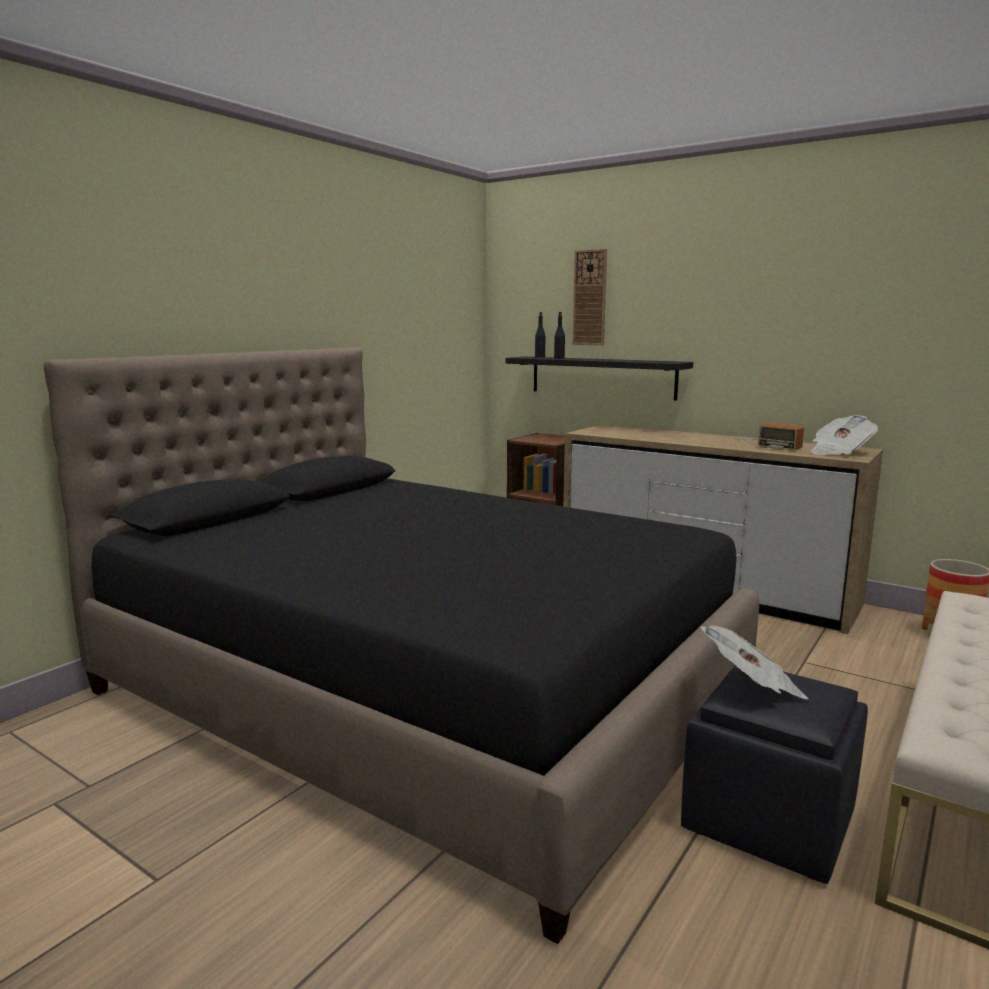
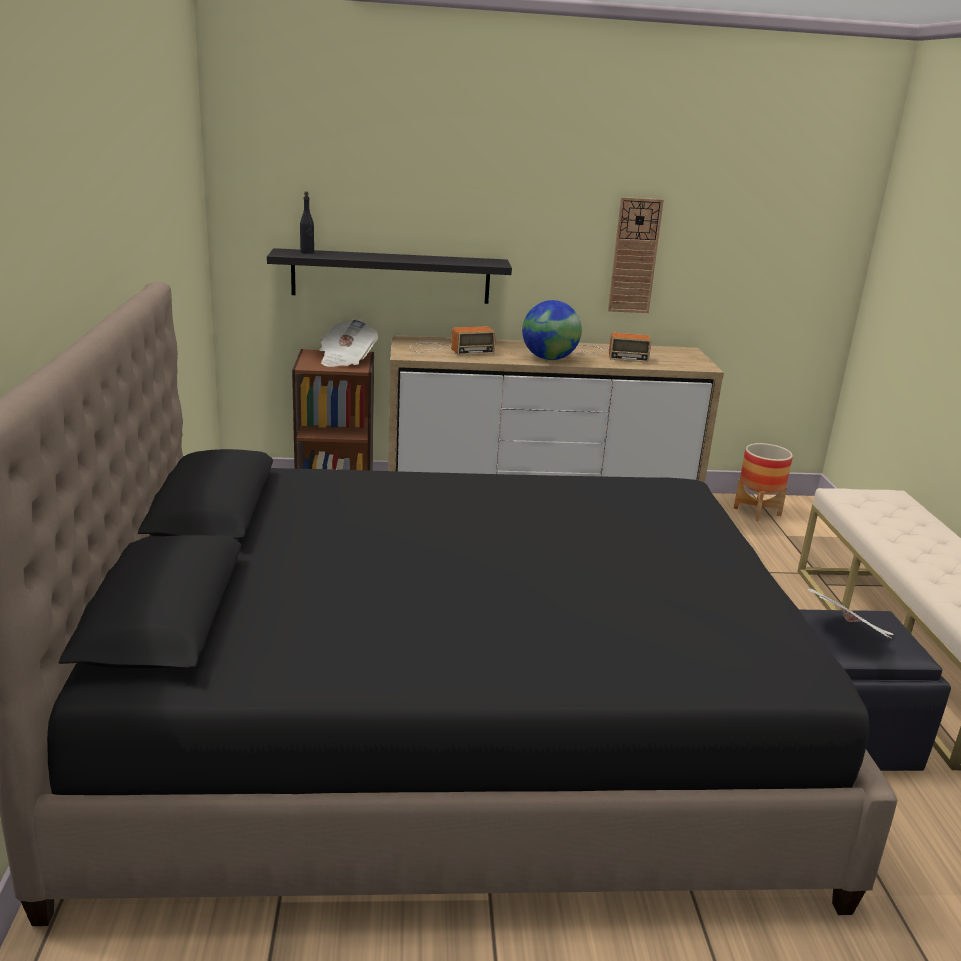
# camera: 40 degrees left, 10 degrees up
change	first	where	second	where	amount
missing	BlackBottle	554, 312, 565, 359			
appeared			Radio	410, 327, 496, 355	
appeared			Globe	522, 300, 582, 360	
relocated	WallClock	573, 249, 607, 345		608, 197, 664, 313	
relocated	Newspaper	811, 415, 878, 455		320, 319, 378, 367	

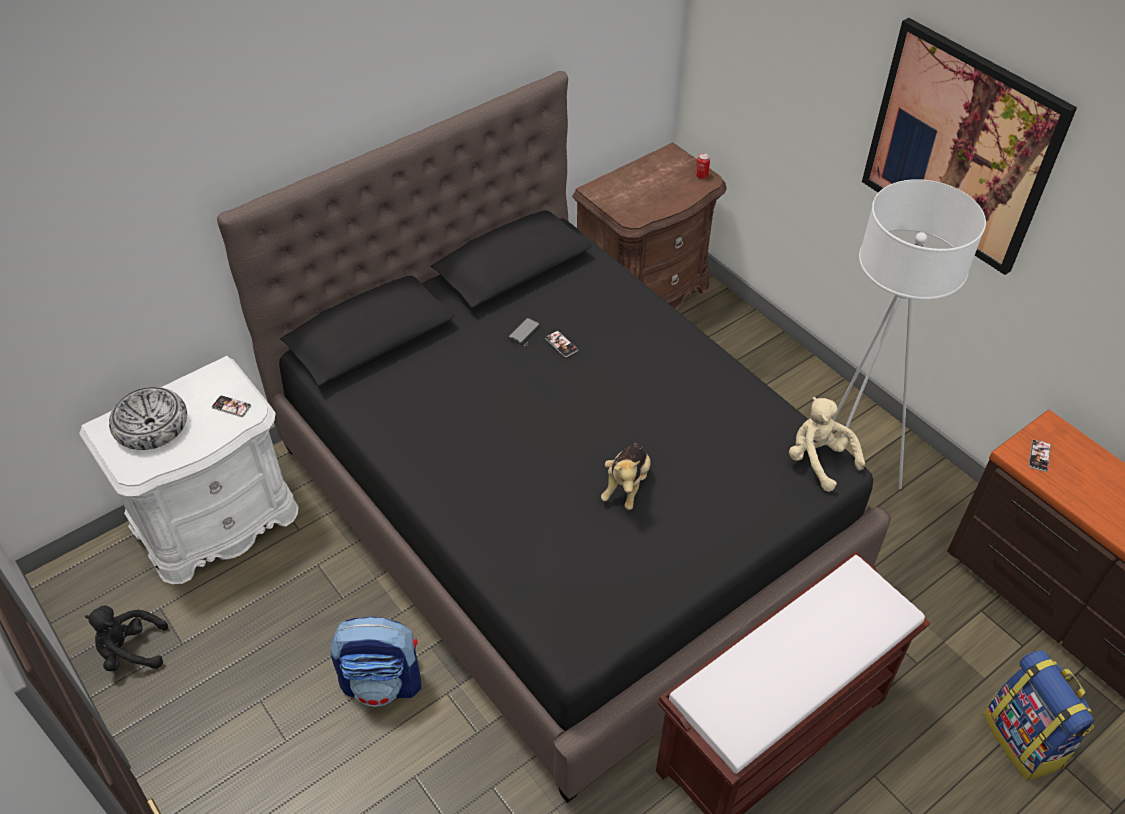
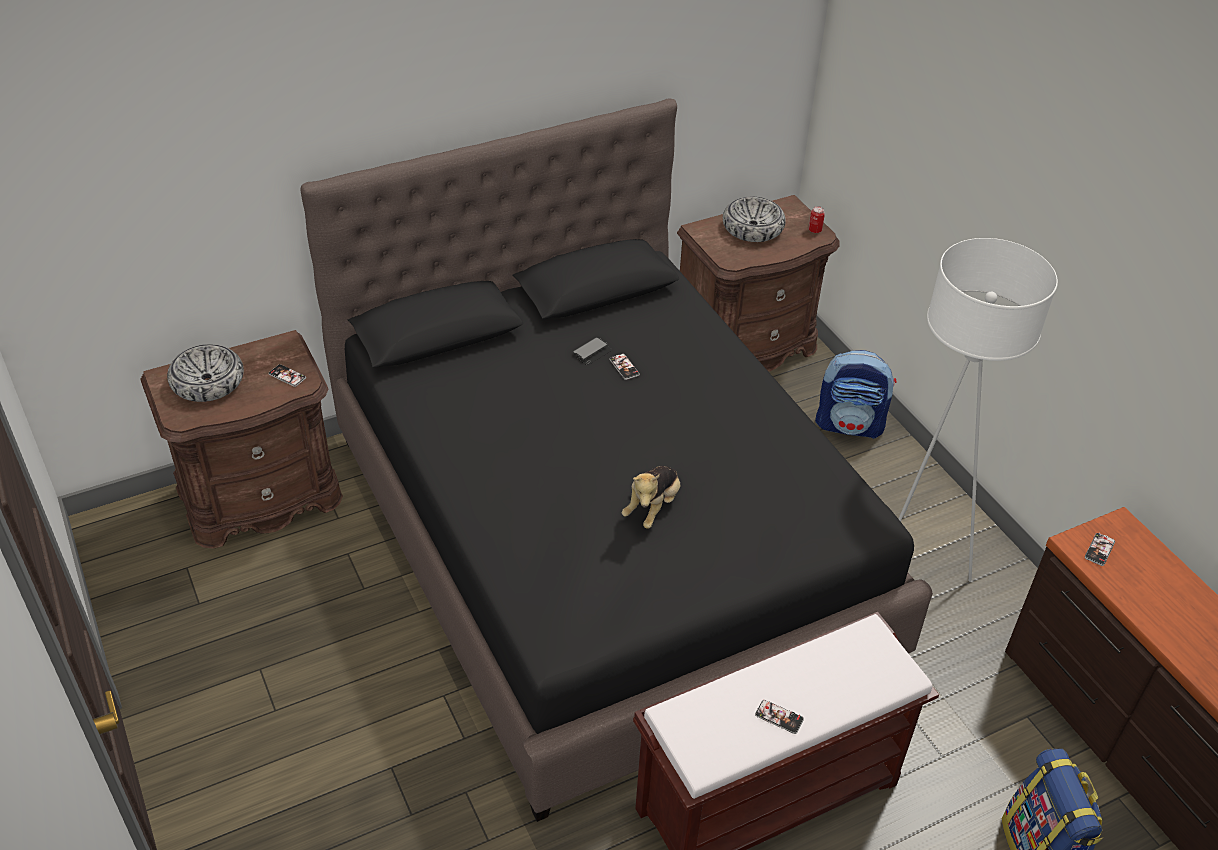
# camera: 10 degrees right, 5 degrees down
change	first	where	second	where	amount
missing	BlackPlushToy	85, 605, 168, 671			
missing	BeigePlushToy	789, 397, 865, 492			
missing	Picture	862, 18, 1077, 275			
appeared			Bowl	723, 197, 786, 242	
appeared			Phone	755, 700, 804, 734	
relocated	Backpack	330, 617, 421, 707		815, 350, 896, 439	
colour	WhiteNightstand	79, 356, 298, 584	BrownNightstand	140, 330, 343, 549	

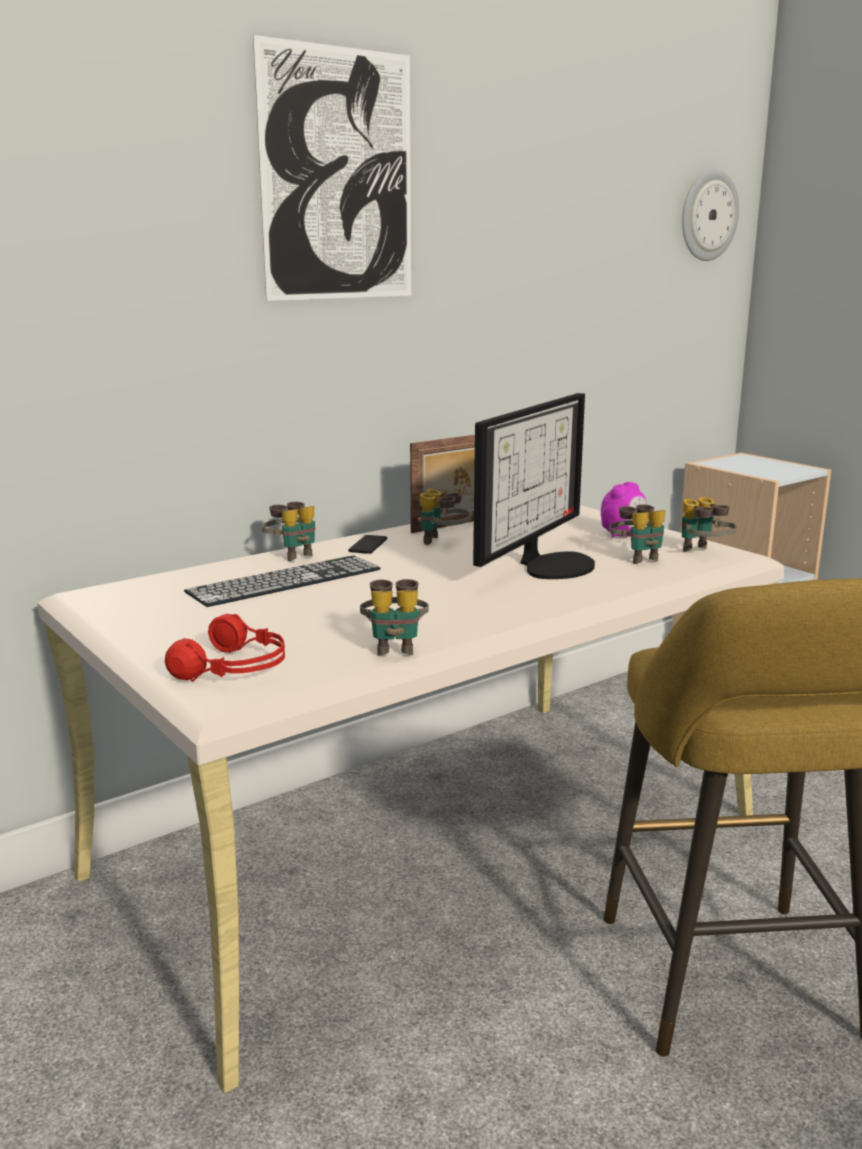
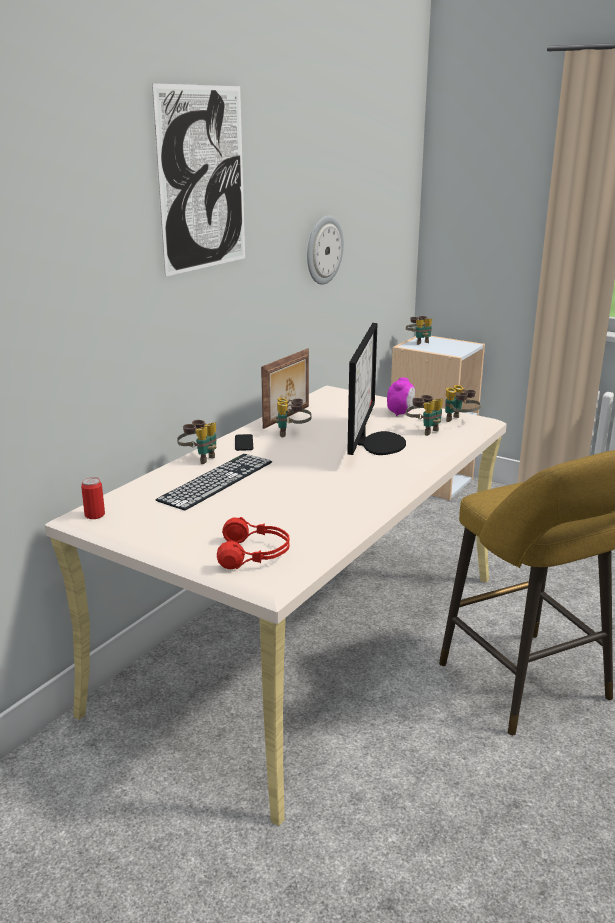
# camera: 20 degrees left, 5 degrees up
change	first	where	second	where	amount
appeared			Can	81, 477, 105, 519	
relocated	Binoculars	360, 579, 429, 656		406, 316, 432, 345	
relocated	WallClock	682, 169, 739, 261		307, 216, 344, 285	

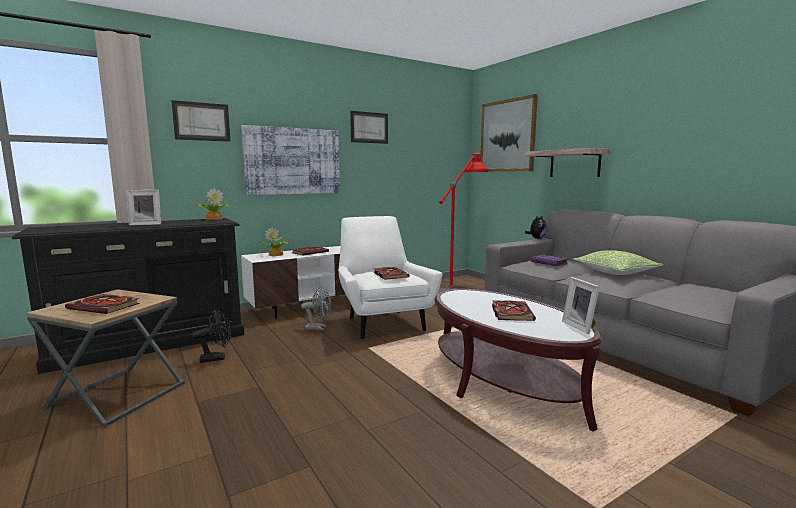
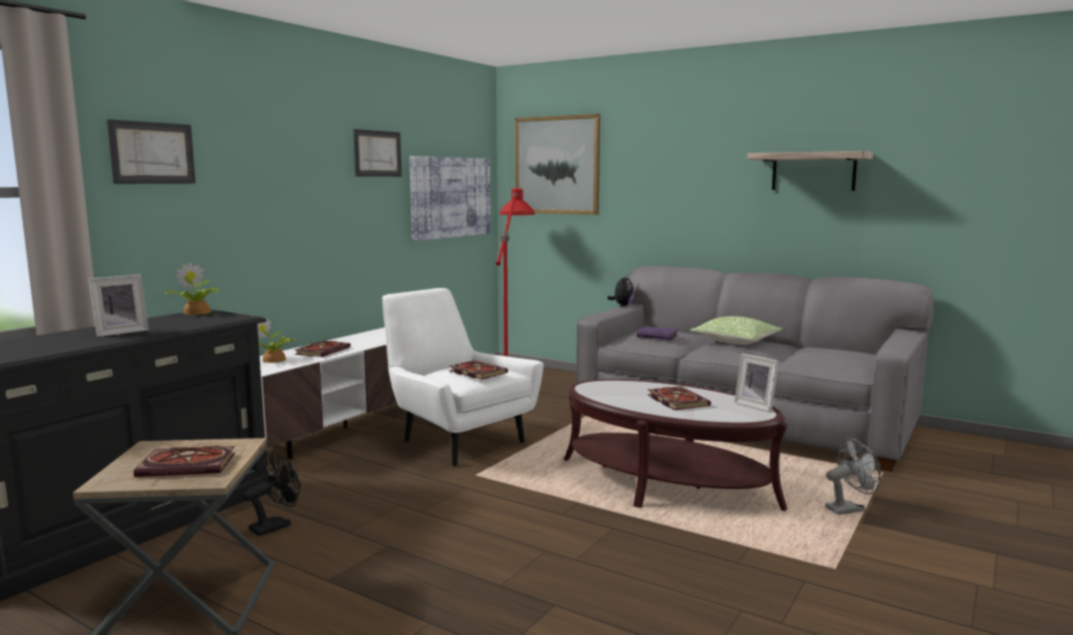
# camera: 25 degrees left, 0 degrees up
change	first	where	second	where	amount
relocated	Picture	241, 125, 340, 195		409, 156, 491, 241	
relocated	GreyFan	301, 287, 331, 330		825, 439, 881, 515	
relocated	Shelf	524, 148, 611, 177		747, 151, 873, 191	

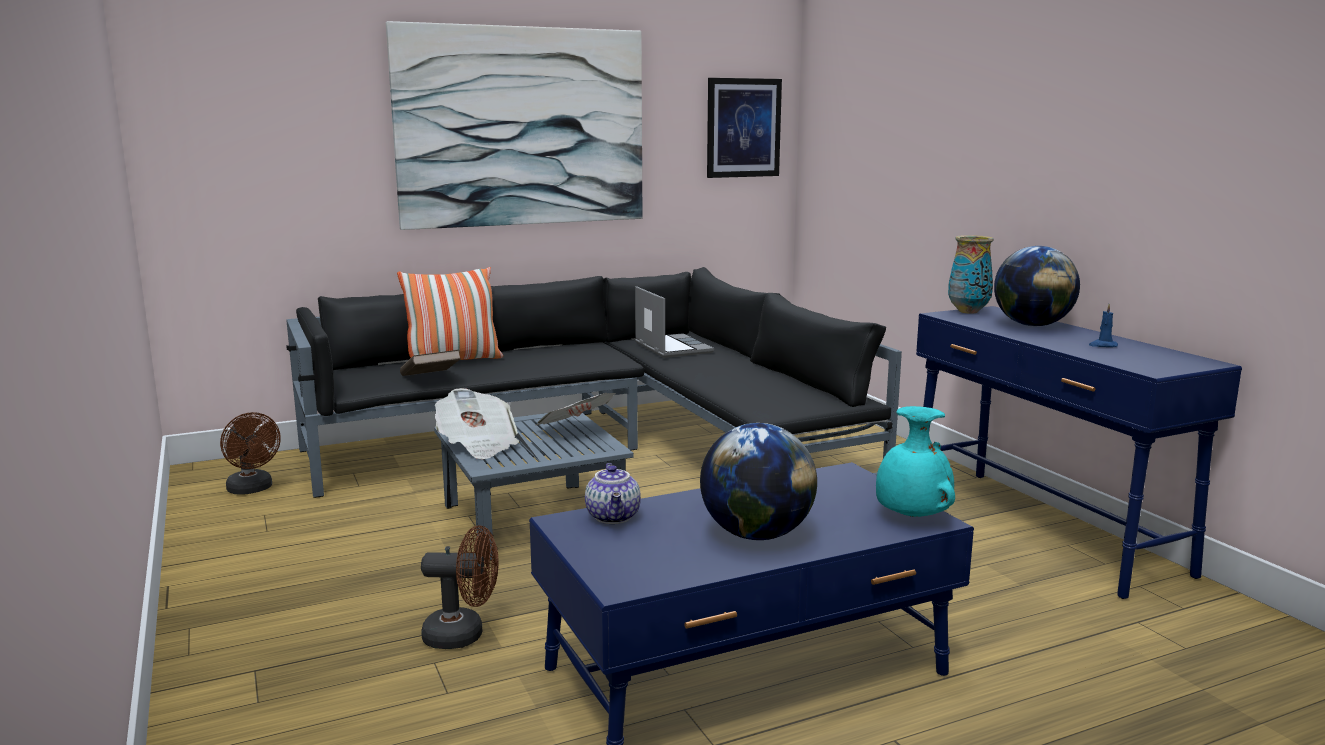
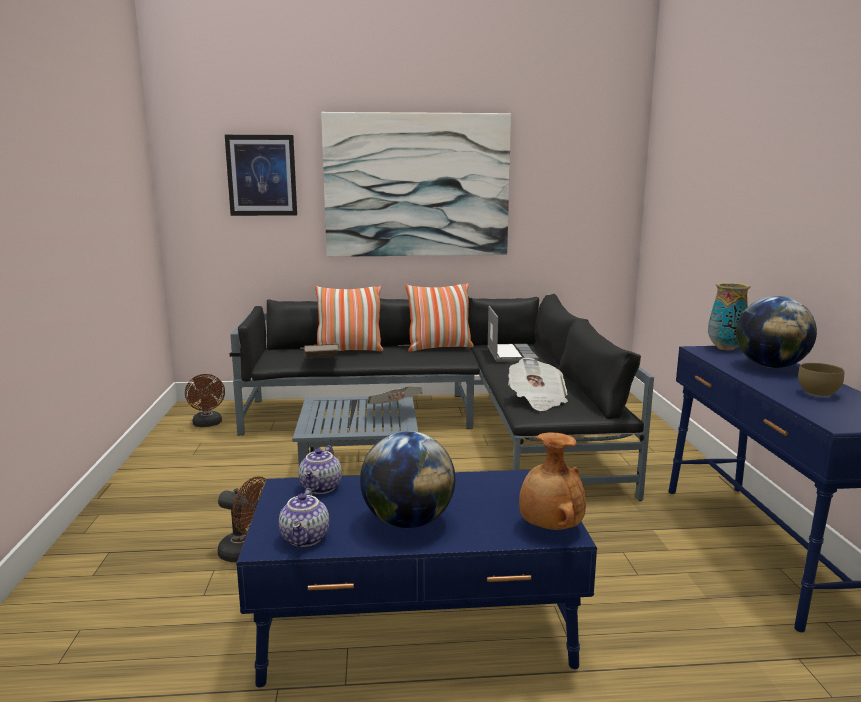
# camera: 20 degrees right, 0 degrees up
change	first	where	second	where	amount
appeared			Teapot	279, 488, 329, 547	
appeared			Pillow	405, 283, 474, 352	
relocated	Newspaper	435, 388, 519, 460		508, 358, 568, 411	
relocated	Picture	707, 78, 782, 178		225, 135, 297, 216	
exchanged	BlueCandle	1089, 304, 1118, 347	BrownBowl	798, 363, 844, 397	
colour	TurquoiseVase	876, 406, 955, 517	BrownVase	519, 432, 586, 530	

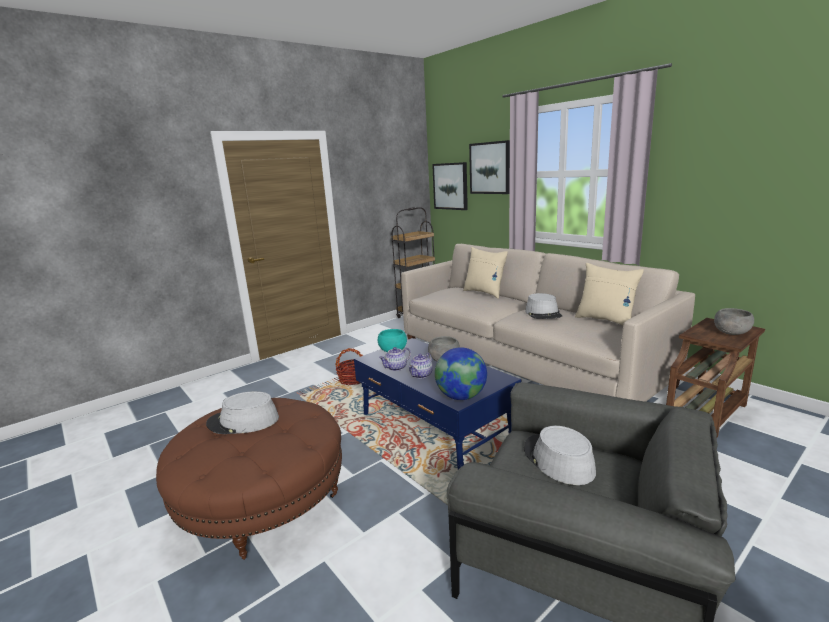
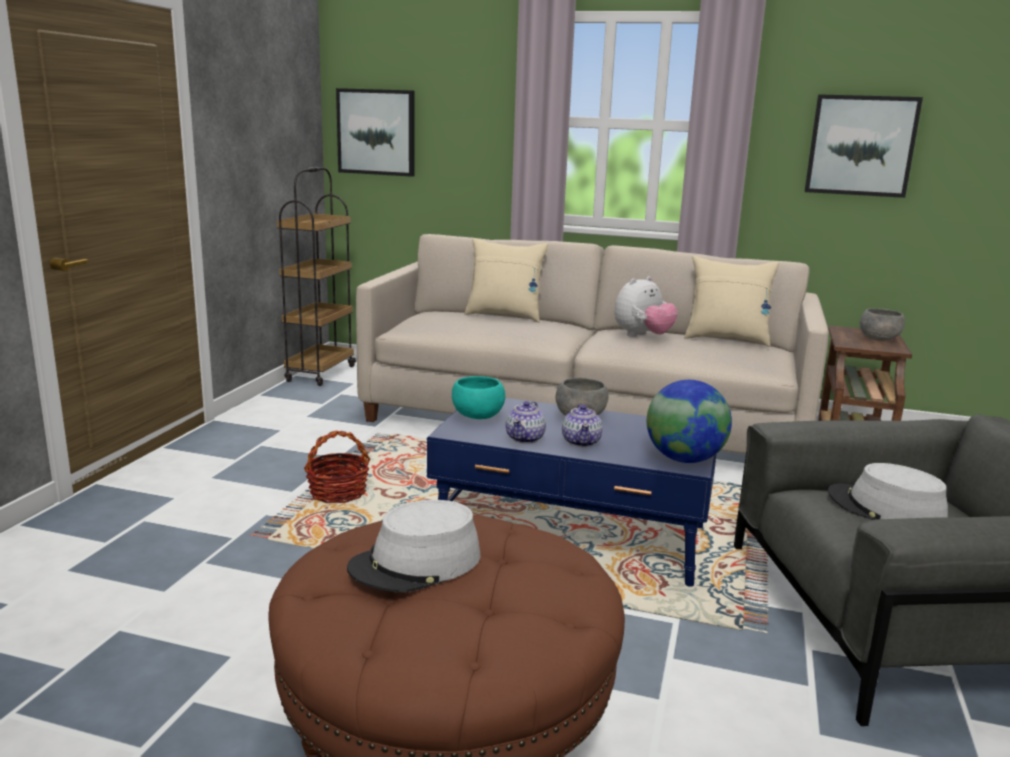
# camera: 35 degrees left, 0 degrees up
change	first	where	second	where	amount
relocated	Picture	469, 140, 510, 194		805, 94, 923, 198	
exchanged	GreyHat	525, 293, 562, 319	PlushToy	614, 276, 678, 337	

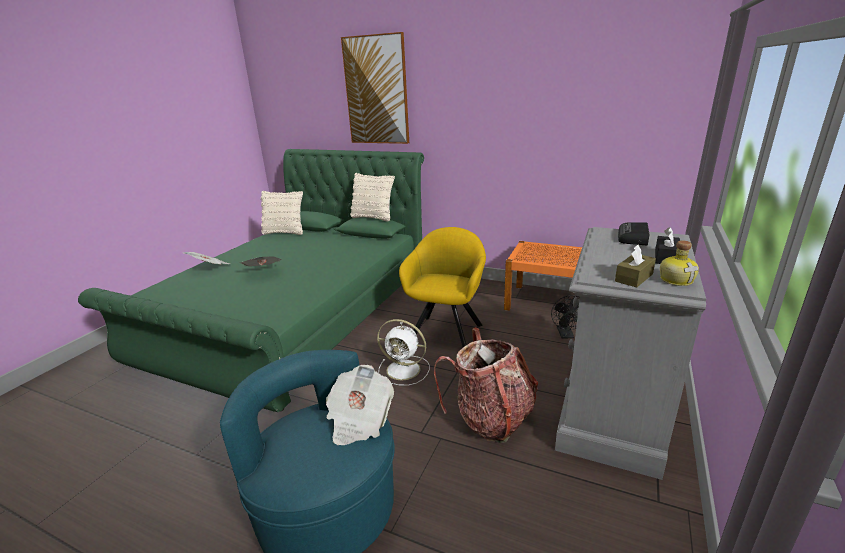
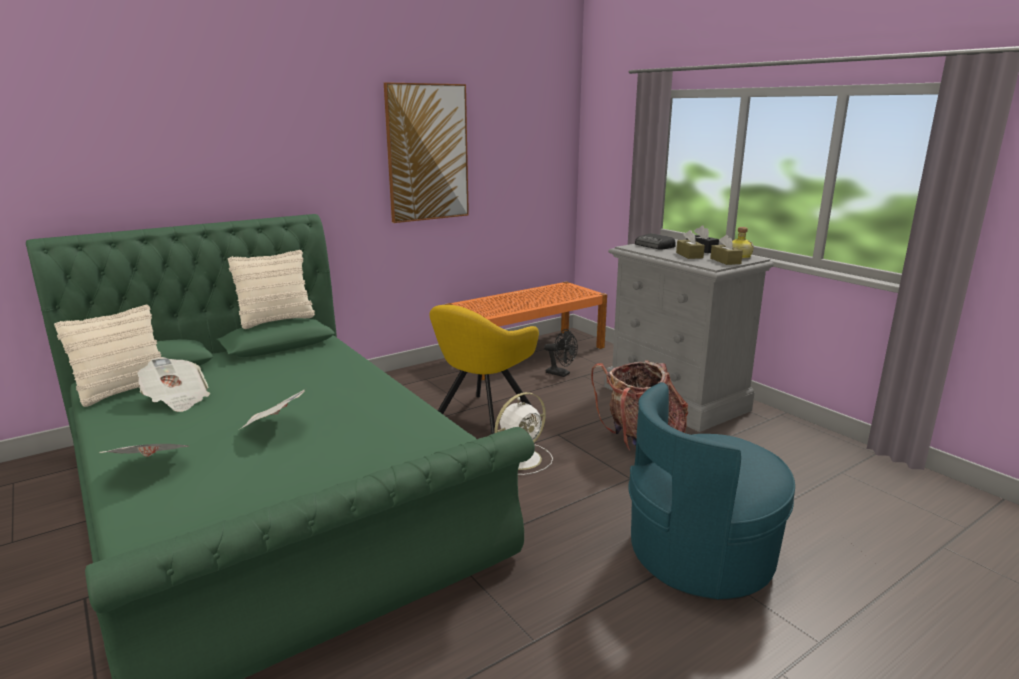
# camera: 60 degrees left, 5 degrees down
change	first	where	second	where	amount
appeared			BrownTissueBox	676, 230, 705, 259	
relocated	Newspaper	325, 365, 394, 445		137, 357, 210, 412	
relocated	Picture	341, 32, 409, 144		384, 82, 469, 223	
spun	YellowArmchair	399, 227, 486, 347		430, 305, 539, 434	105 degrees counterclockwise

